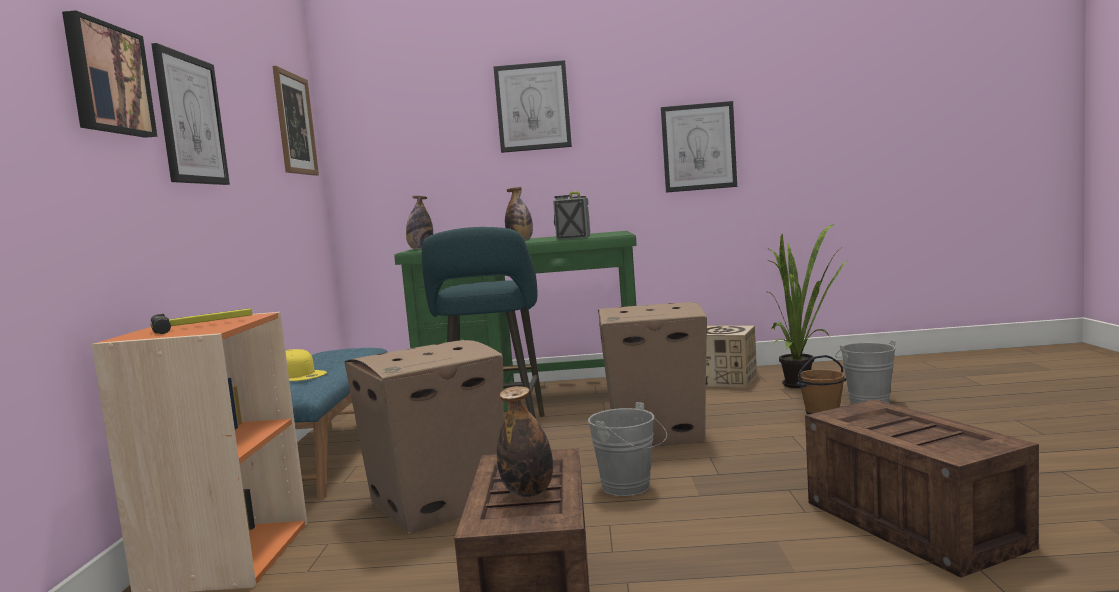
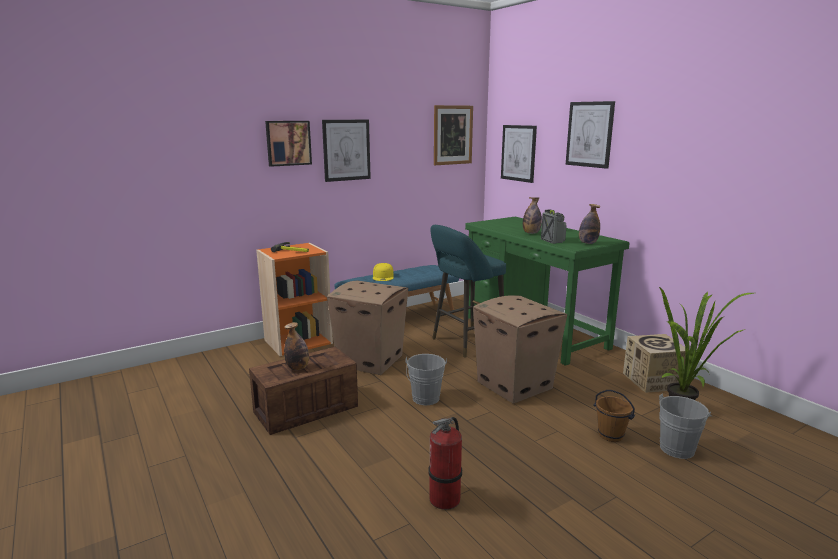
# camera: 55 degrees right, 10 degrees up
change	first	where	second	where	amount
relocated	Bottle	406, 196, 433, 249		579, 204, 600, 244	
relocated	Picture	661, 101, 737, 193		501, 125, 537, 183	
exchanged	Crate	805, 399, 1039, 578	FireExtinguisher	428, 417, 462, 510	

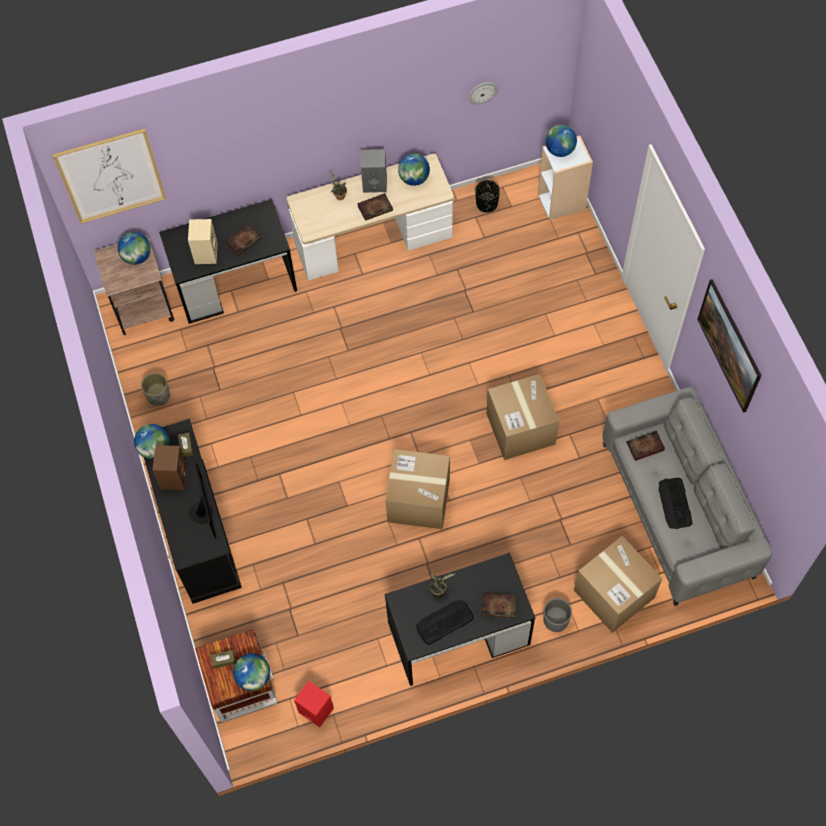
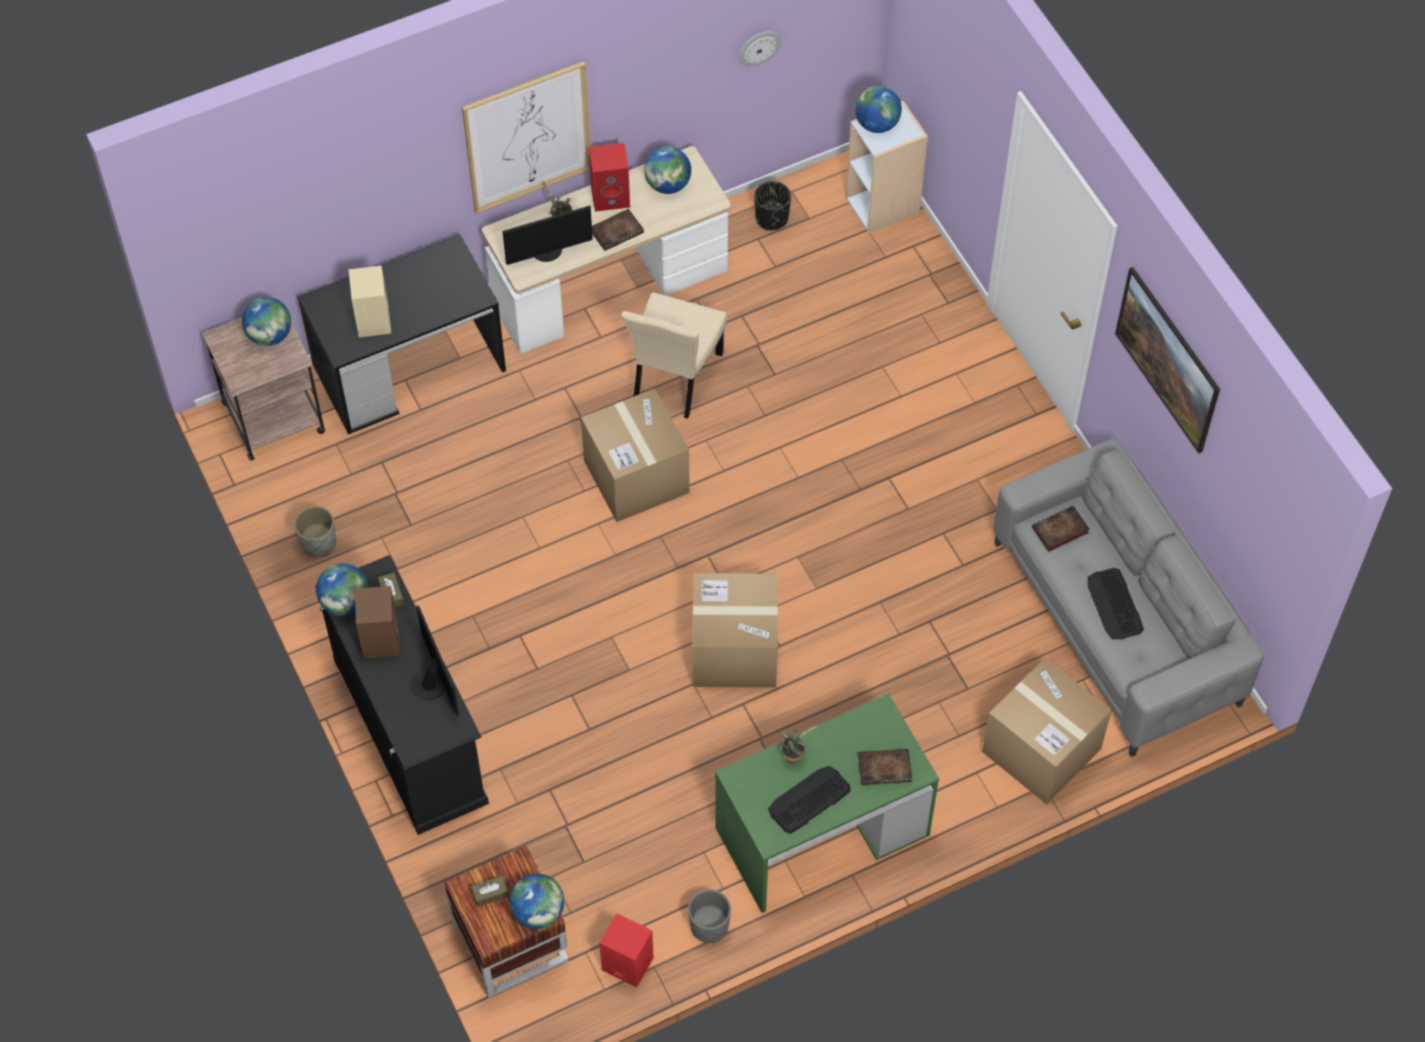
# camera: 10 degrees left, 5 degrees down
change	first	where	second	where	amount
missing	Book	225, 224, 262, 256			
appeared			Monitor	503, 205, 593, 265	
appeared			BeigeChair	622, 292, 727, 419	
relocated	Picture	53, 128, 166, 224		462, 61, 591, 214	
relocated	CardboardBox	486, 374, 559, 460		581, 388, 690, 522	
relocated	GreyPlanter	543, 598, 572, 632		688, 889, 731, 943	
colour	GreySpeaker	361, 149, 387, 193	RedSpeaker	589, 143, 630, 212	
colour	BlackDesk	384, 553, 535, 686	GreenDesk	715, 694, 939, 913	

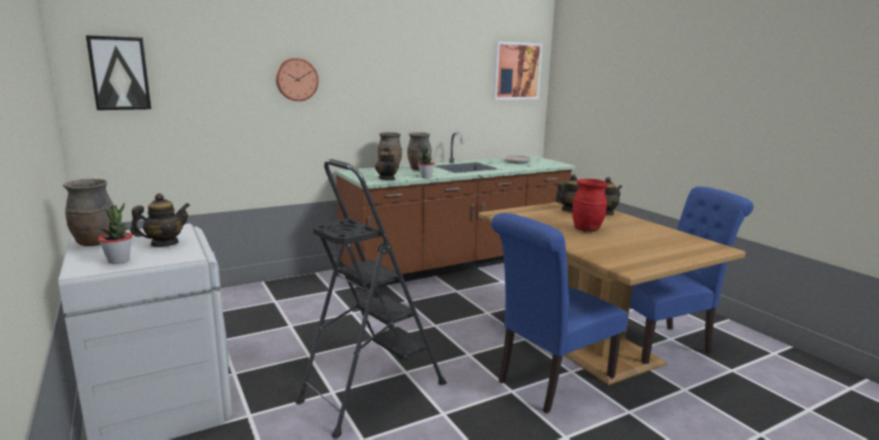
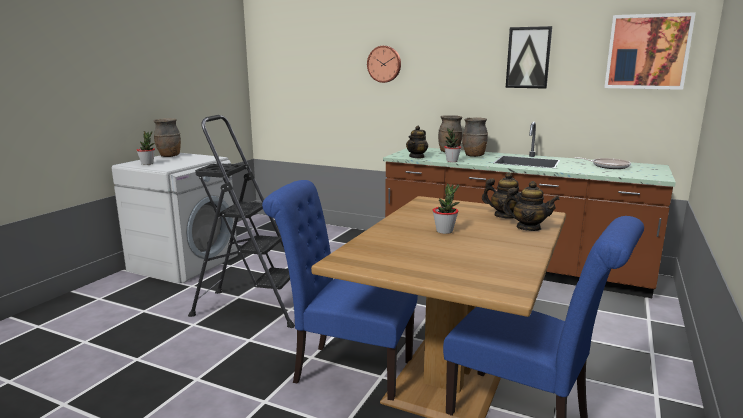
# camera: 55 degrees right, 0 degrees up
change	first	where	second	where	amount
missing	Teapot	130, 193, 190, 247			
relocated	Picture	86, 35, 151, 110		506, 26, 552, 89	
exchanged	RedVase	572, 179, 608, 232	PottedPlant	433, 183, 459, 234	

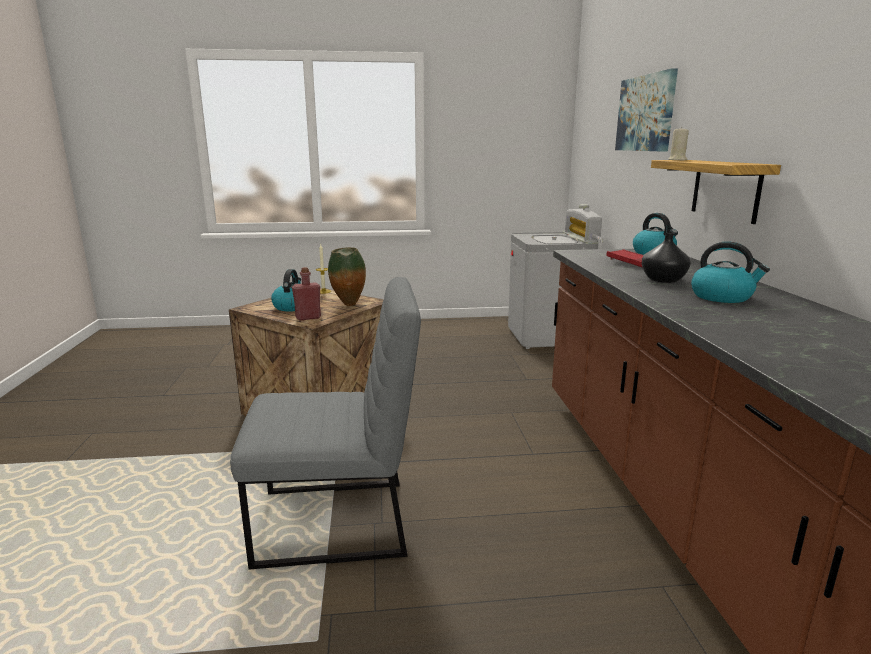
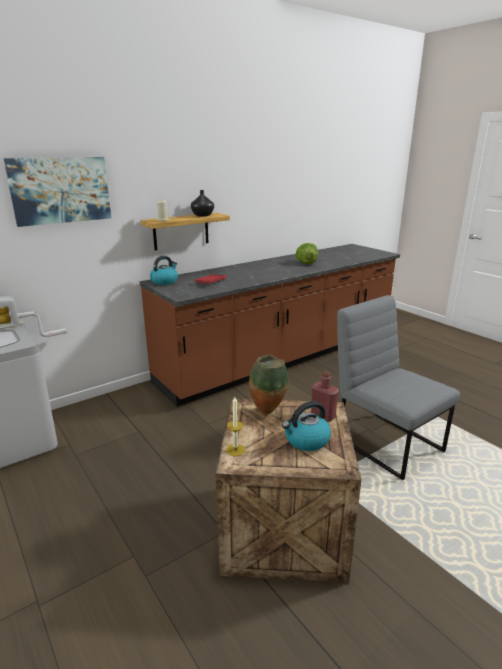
# camera: 120 degrees left, 5 degrees up
change	first	where	second	where	amount
missing	Kettle	691, 242, 770, 303			
appeared			Lettuce	296, 243, 318, 264	
relocated	BlackVase	642, 232, 691, 283		191, 190, 214, 217	

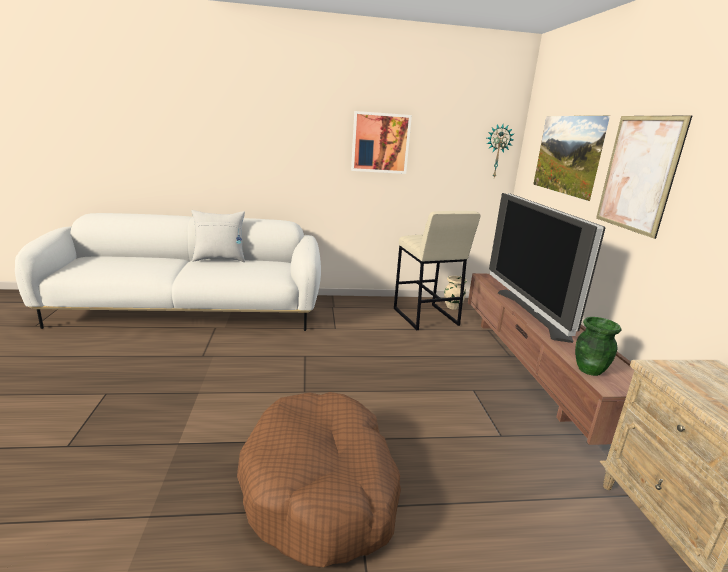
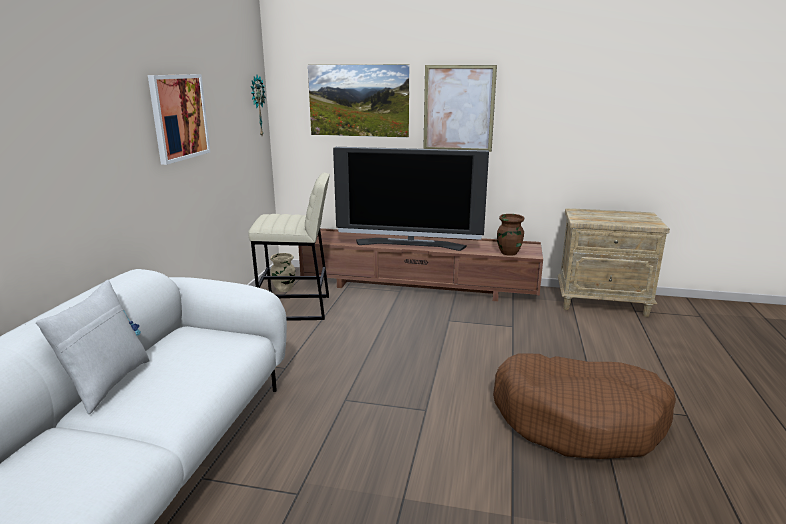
# camera: 70 degrees left, 0 degrees up
change	first	where	second	where	amount
colour	GreenVase	575, 317, 622, 376	BrownVase	497, 214, 524, 256	

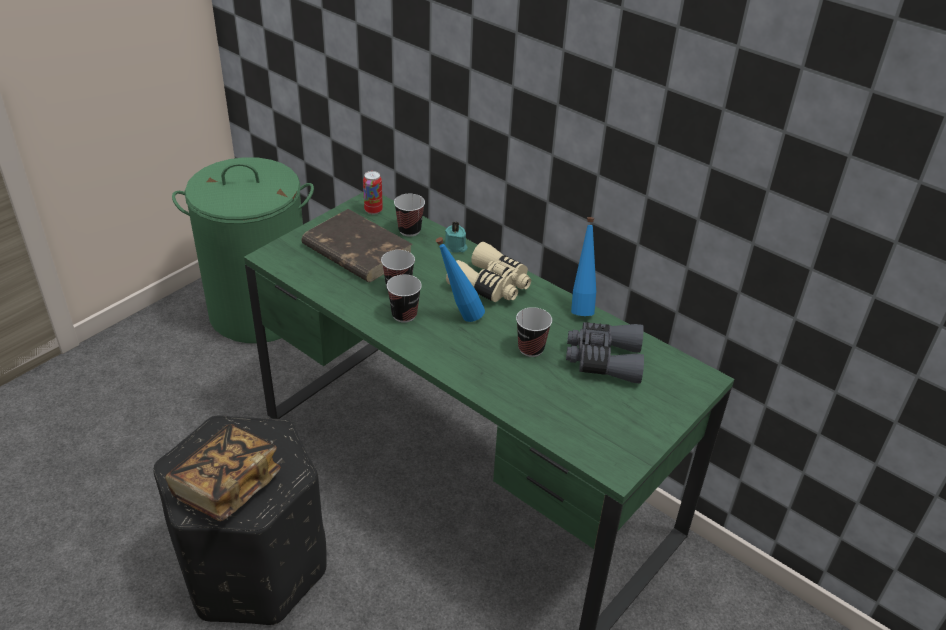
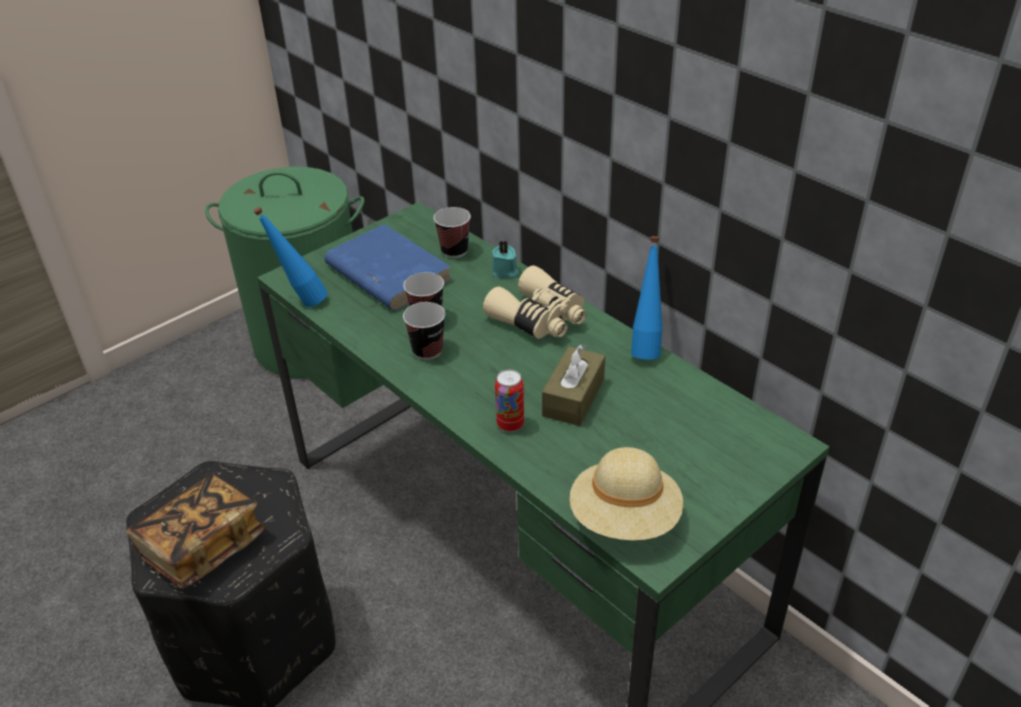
# camera: 10 degrees right, 0 degrees up
change	first	where	second	where	amount
missing	GreyBinoculars	566, 322, 644, 384			
appeared			BeigeHat	570, 447, 683, 540	
relocated	Can	363, 171, 383, 215		495, 370, 524, 432	
relocated	BlueBottle	436, 237, 485, 322		253, 207, 328, 307	
exchanged	Cup	516, 307, 552, 357	BrownTissueBox	542, 344, 605, 426	
colour	BrownBook	302, 209, 413, 282	BlueBook	325, 224, 452, 311	

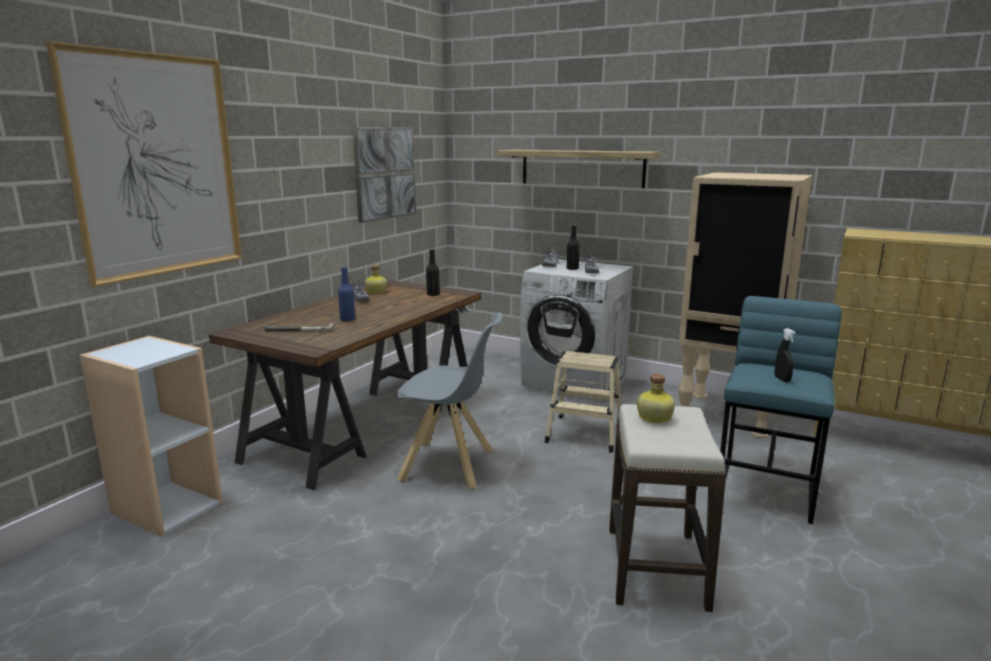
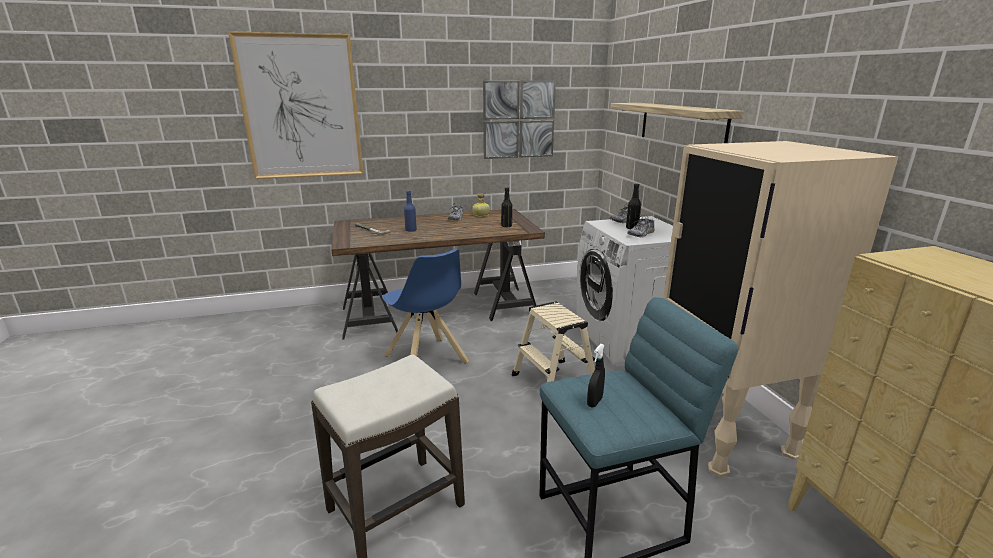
# camera: 45 degrees right, 5 degrees up
change	first	where	second	where	amount
missing	Bookcase	80, 336, 223, 537			
missing	Bottle	637, 374, 675, 423			
colour	GreyChair	397, 312, 503, 489	BlueChair	382, 249, 469, 364	

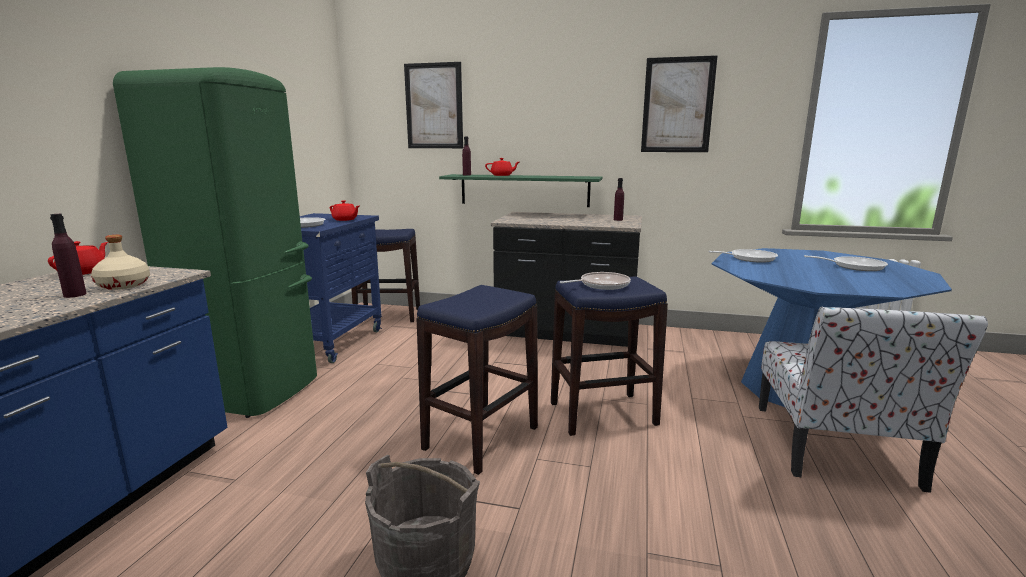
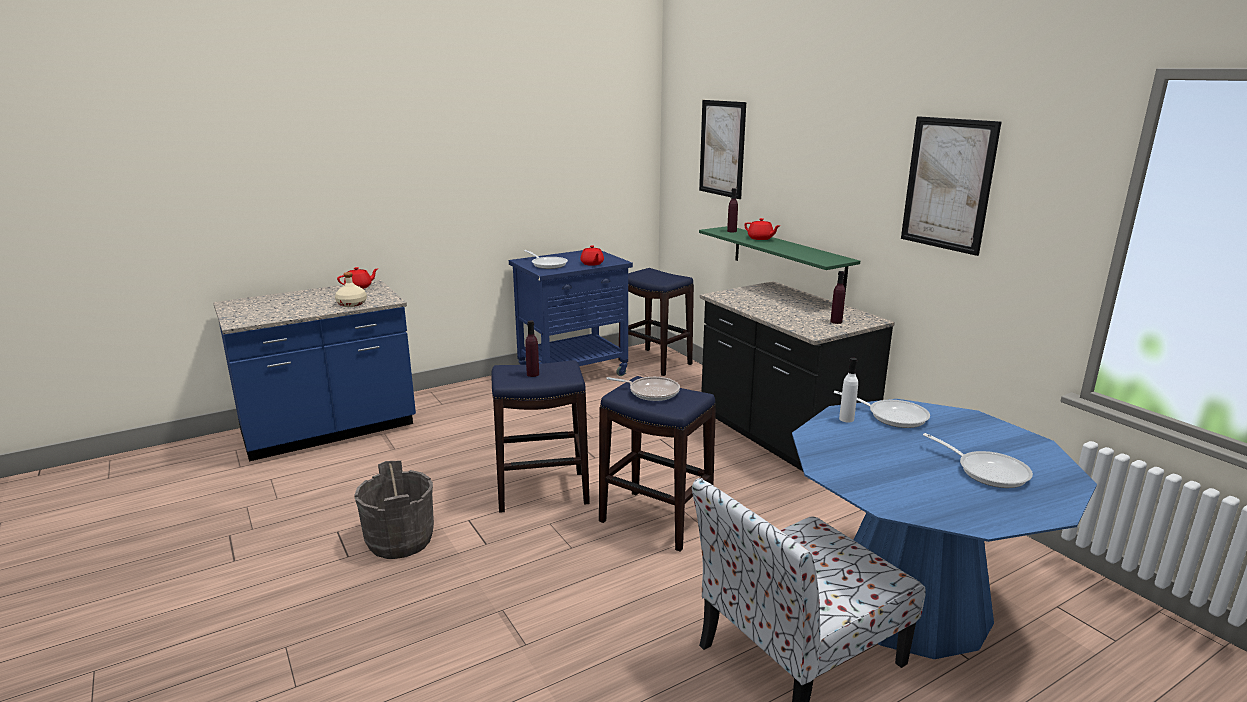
# camera: 45 degrees right, 5 degrees up
change	first	where	second	where	amount
missing	GreenFridge	113, 67, 317, 418			
appeared			WhiteBottle	839, 358, 858, 422	
relocated	PurpleBottle	50, 214, 87, 298		525, 321, 539, 377	

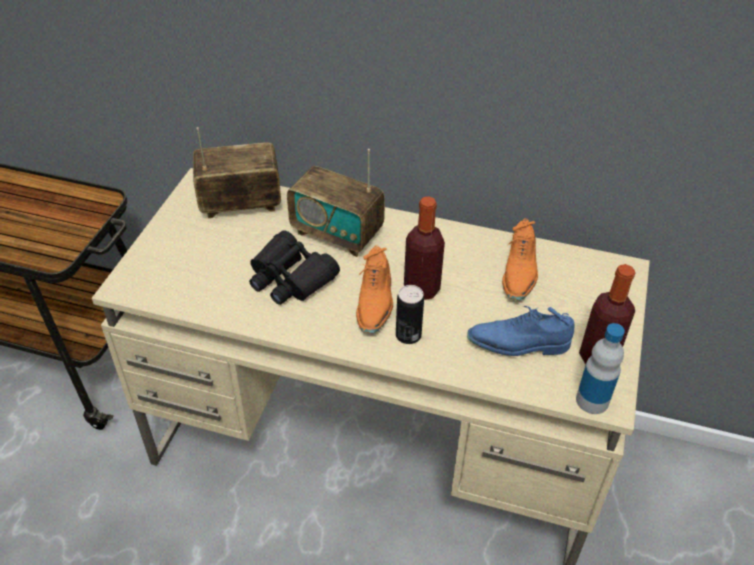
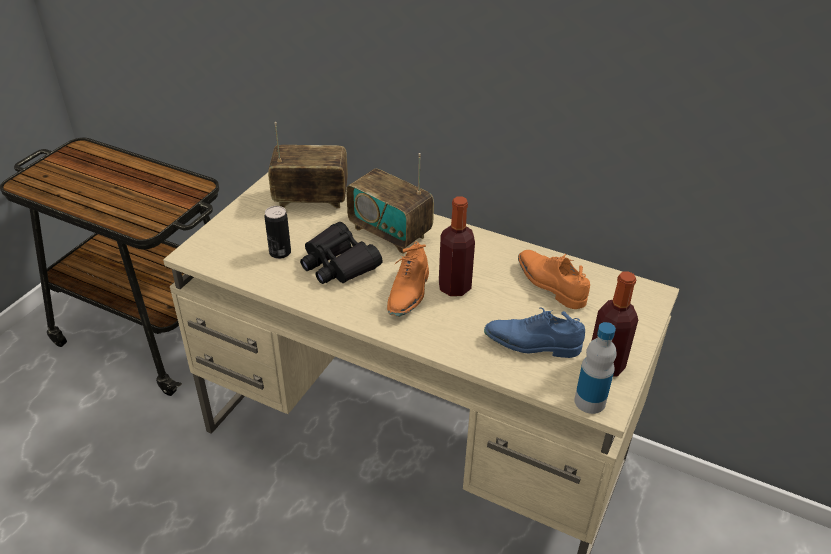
# camera: 10 degrees right, 5 degrees down
change	first	where	second	where	amount
relocated	Can	396, 285, 424, 344		264, 206, 291, 259	
spun	OrangeShoe	502, 218, 538, 301		518, 250, 590, 309	120 degrees clockwise

